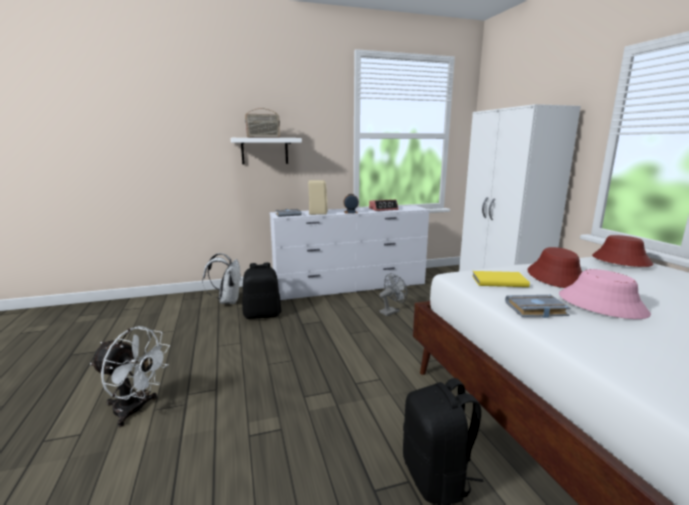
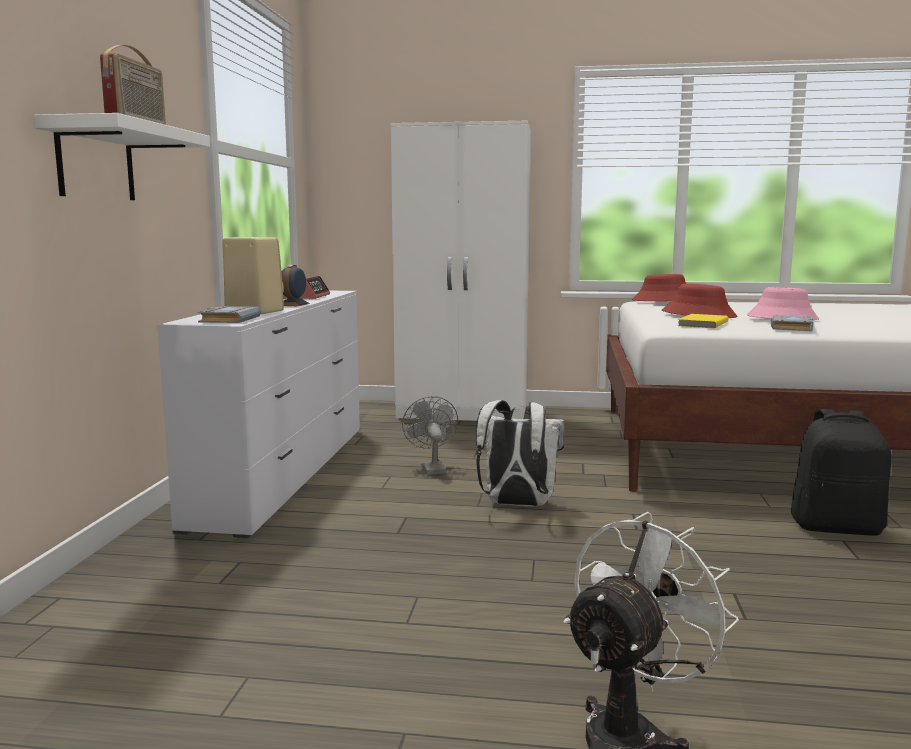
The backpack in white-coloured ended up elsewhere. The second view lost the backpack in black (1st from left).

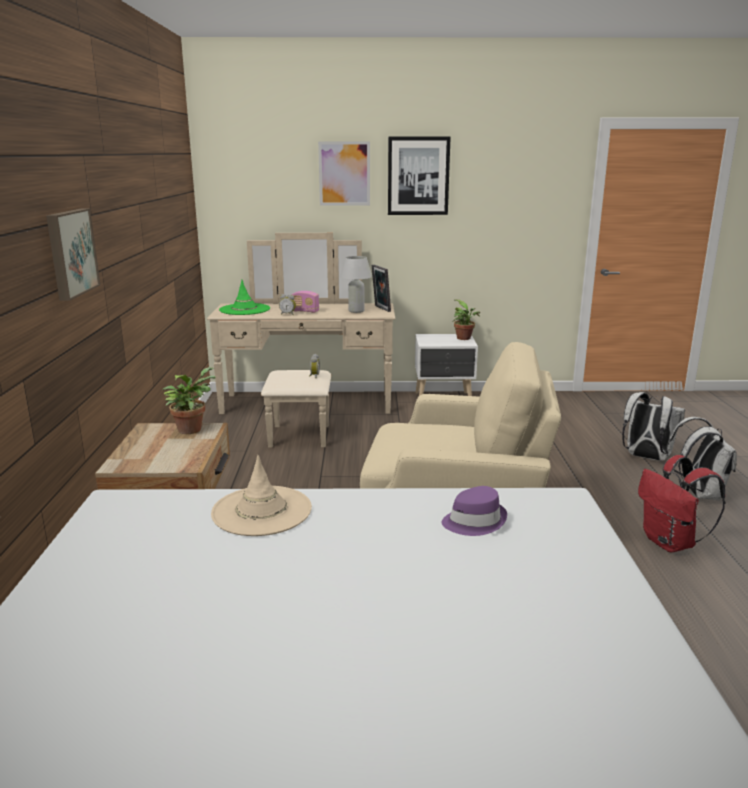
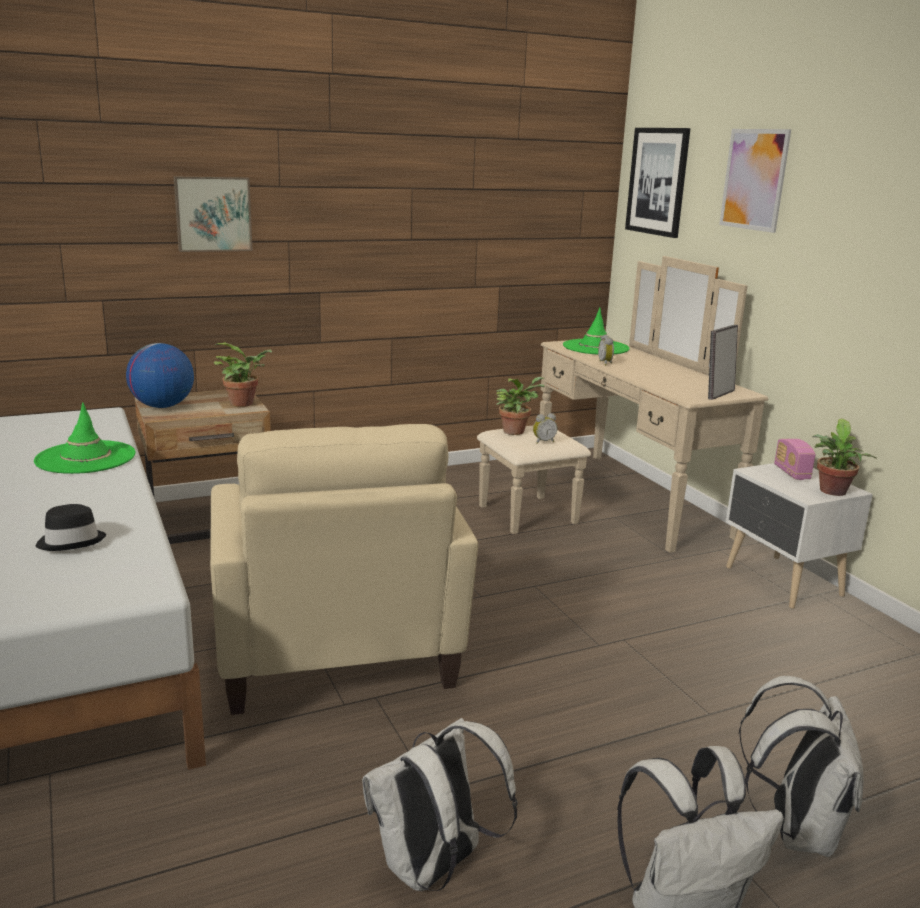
What was the clothing hat in sand-coloured turned into the clothing hat in green (1st from left). The radio receiver ended up elsewhere. The second view lost the table lamp in white-coloured. The wall art (3rd from left in the first image) ended up elsewhere. What was the clothing hat in purplish turned into the clothing hat in black. What was the backpack in reddish turned into the backpack in white-coloured (1st from left). The second view gained the globe. The second view gained the houseplant (2nd from left).

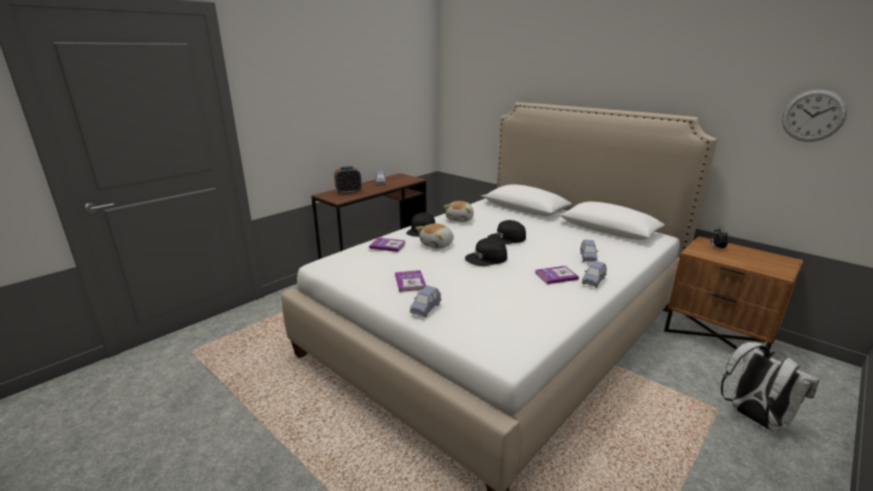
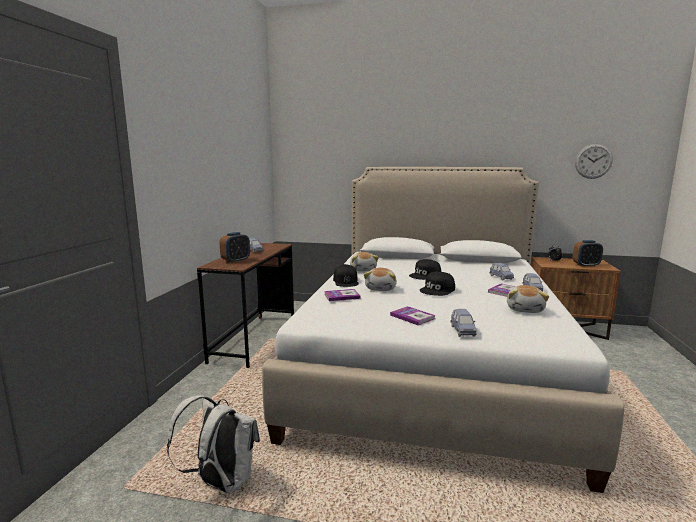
The backpack in white-coloured ended up elsewhere. The second view gained the cuddly toy (3rd from left). The second view gained the table clock (3rd from left).

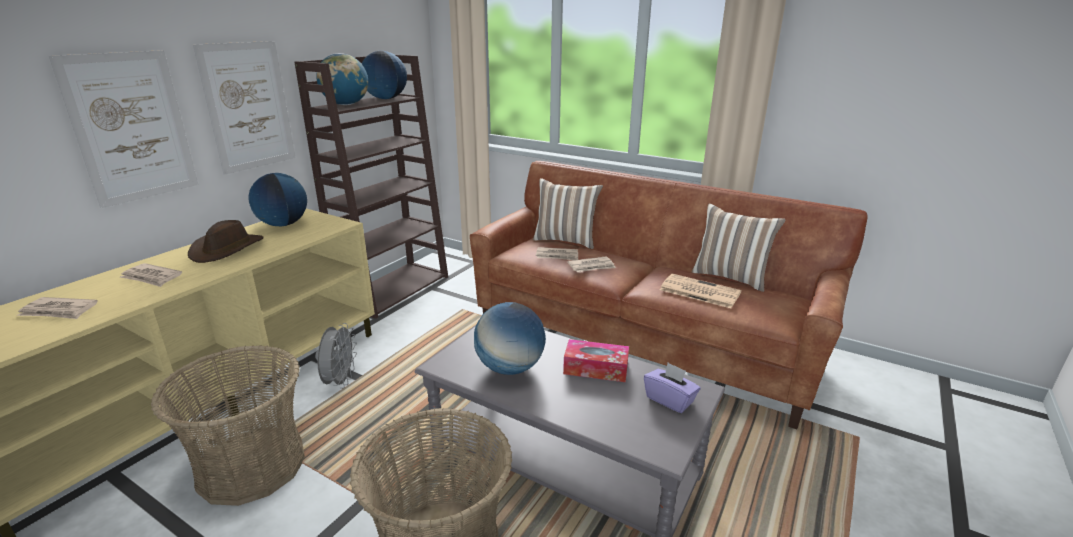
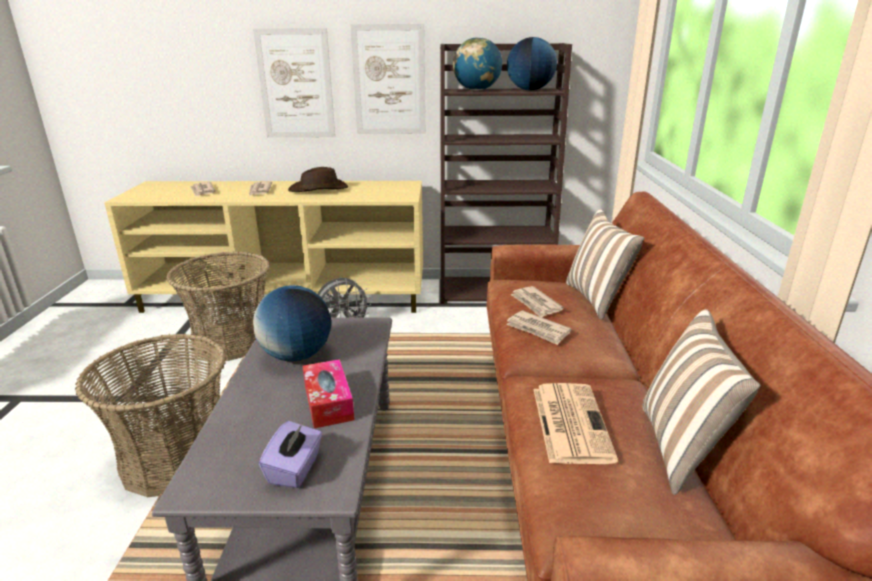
The second view lost the globe (1st from left).

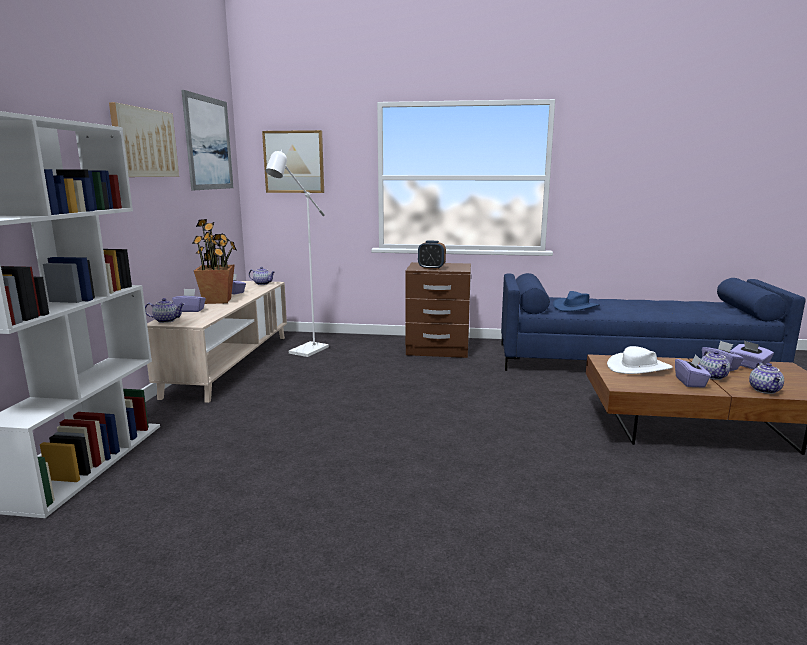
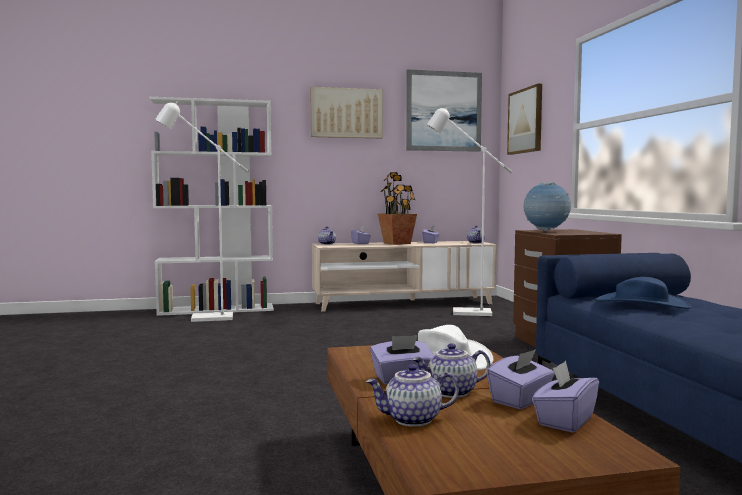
Where the table clock stood, the globe came to stand. The second view gained the floor lamp in white-coloured (1st from left).

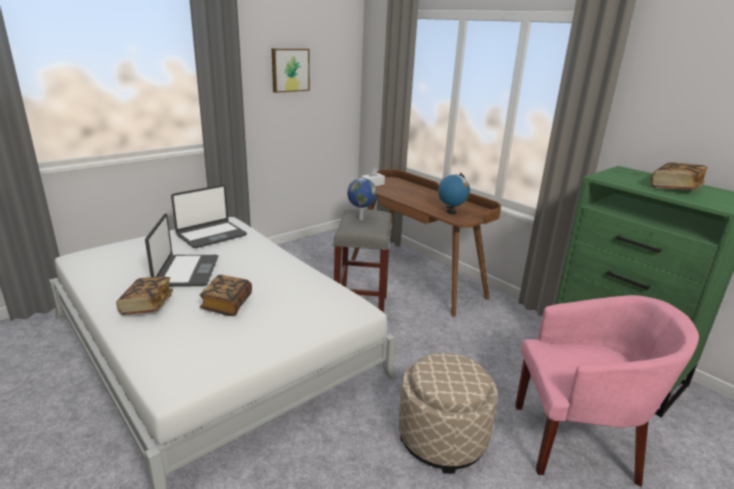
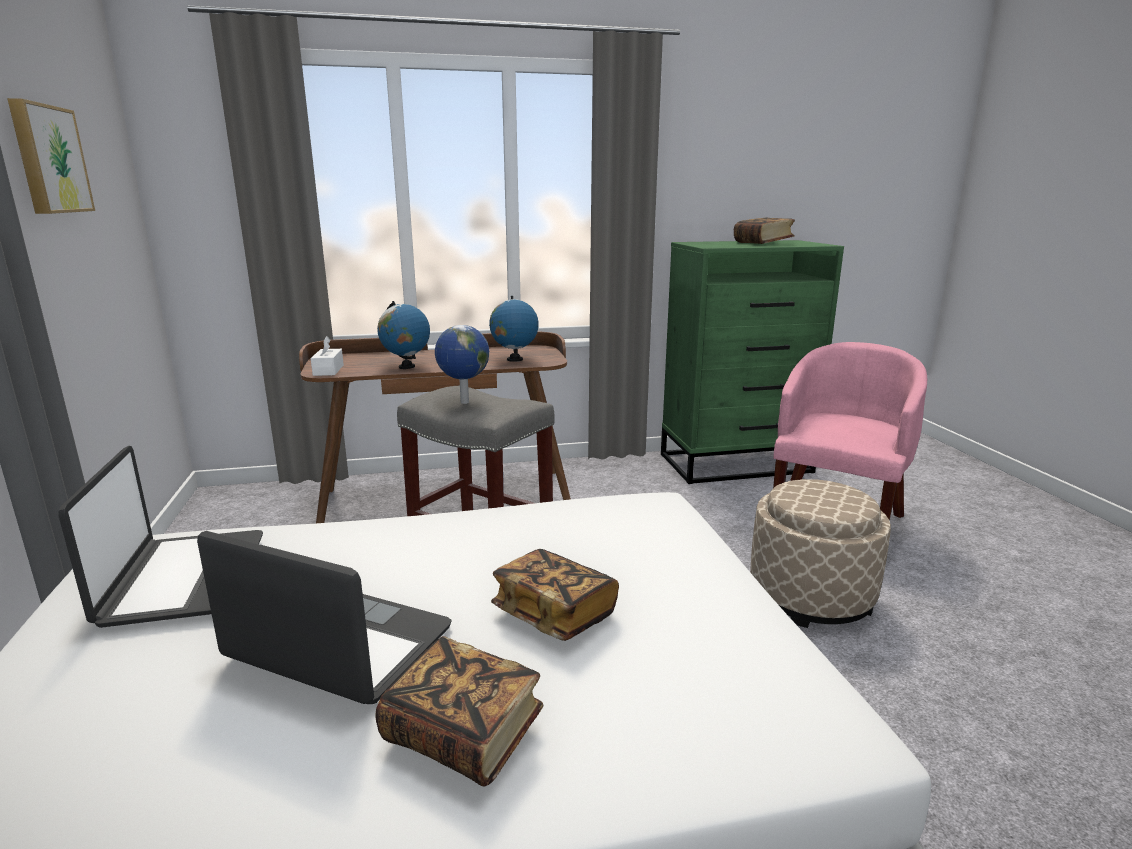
The second view gained the globe (1st from left).

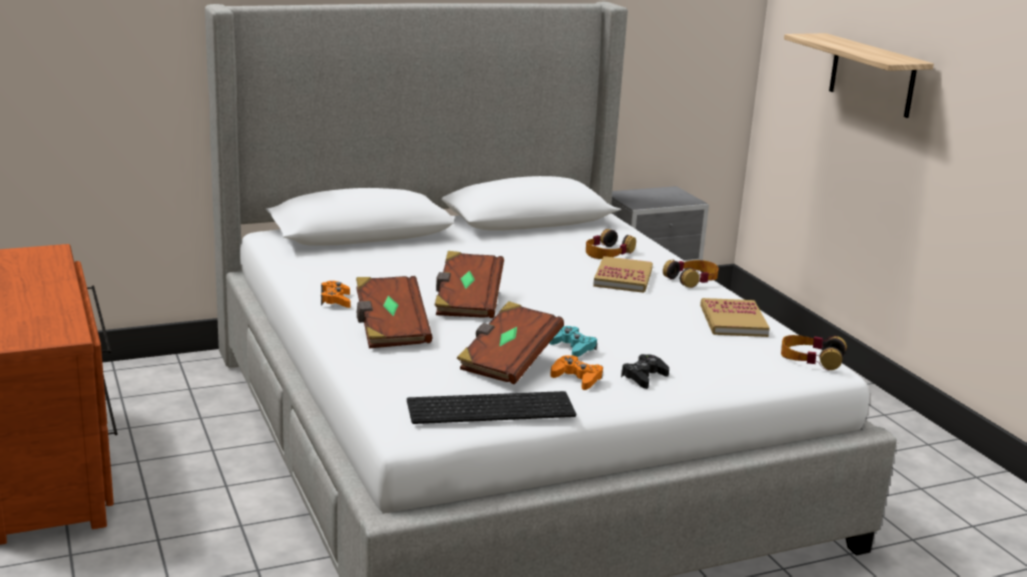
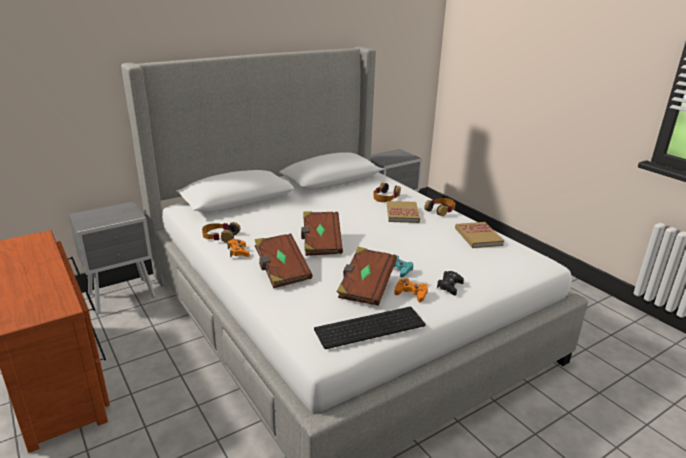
The headset (3rd from left in the first image) ended up elsewhere. The second view lost the bracket shelf. The second view gained the bedside table in gray (1st from left).

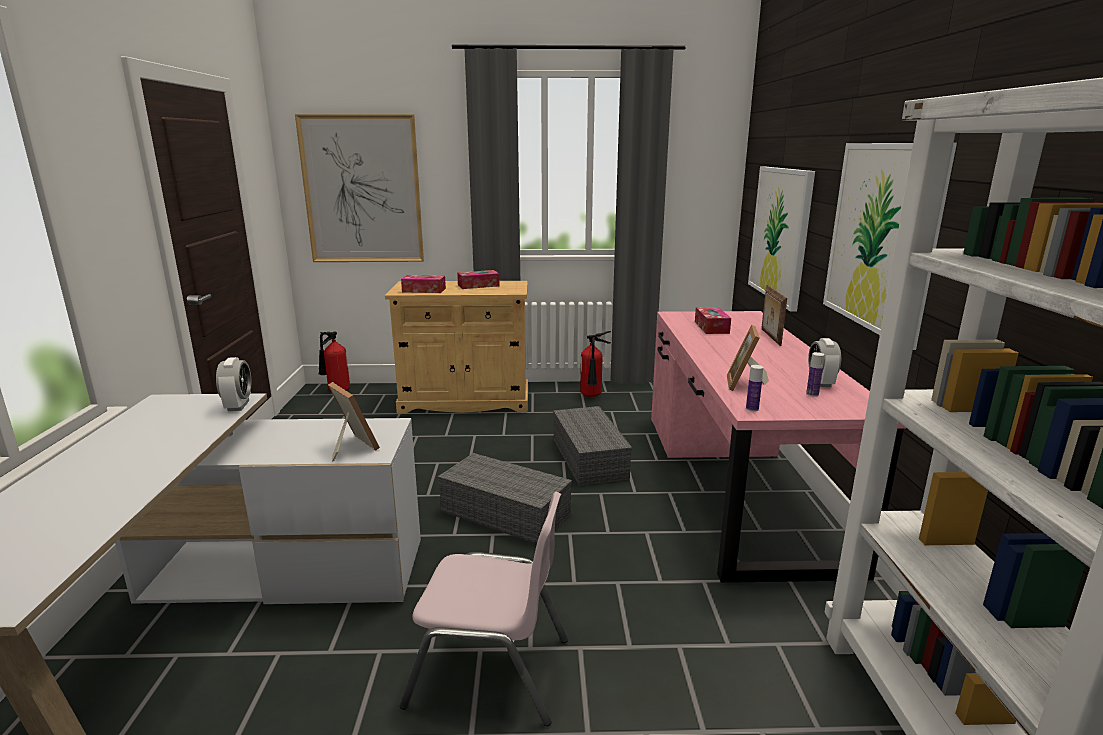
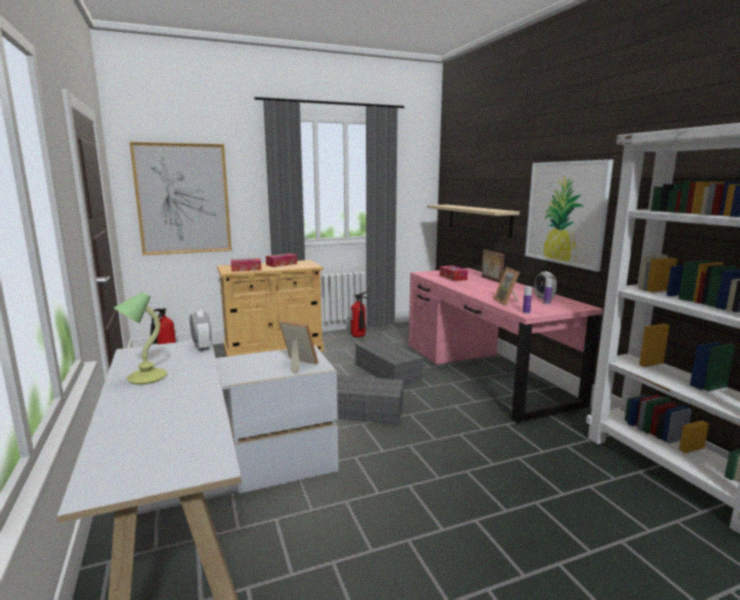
The second view lost the chair in pink-coloured. Where the wall art (2nd from left) hung, the bracket shelf in sand-coloured came to hang. The second view gained the table lamp.

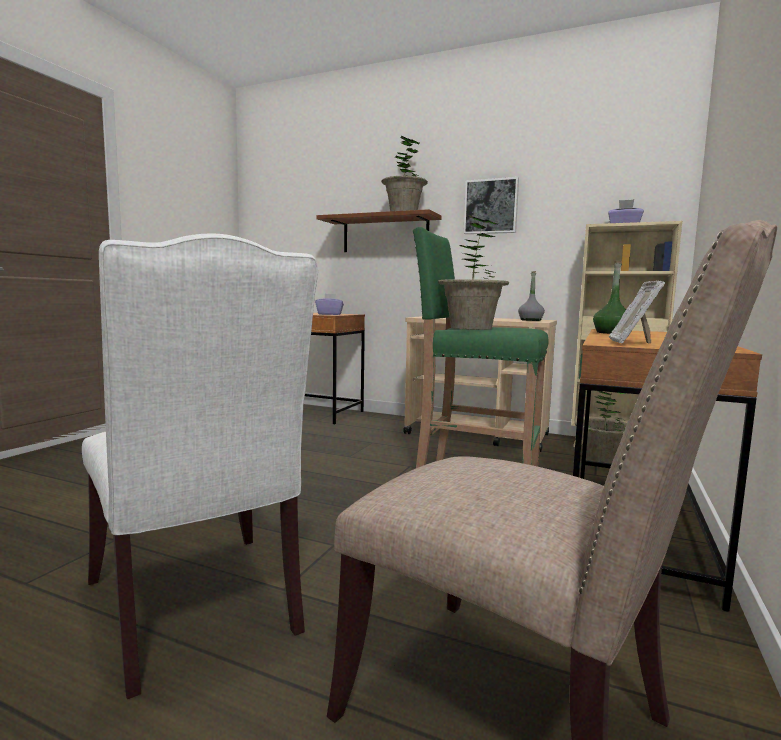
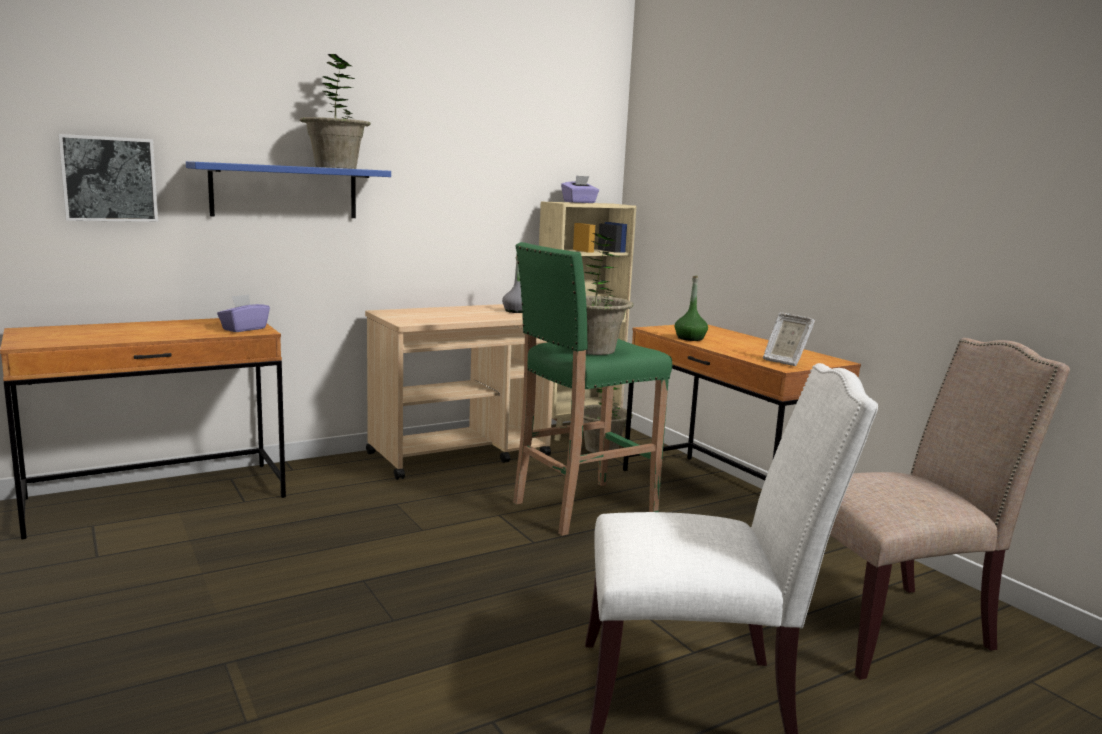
What was the bracket shelf in brownish turned into the bracket shelf in blue. The wall art ended up elsewhere.

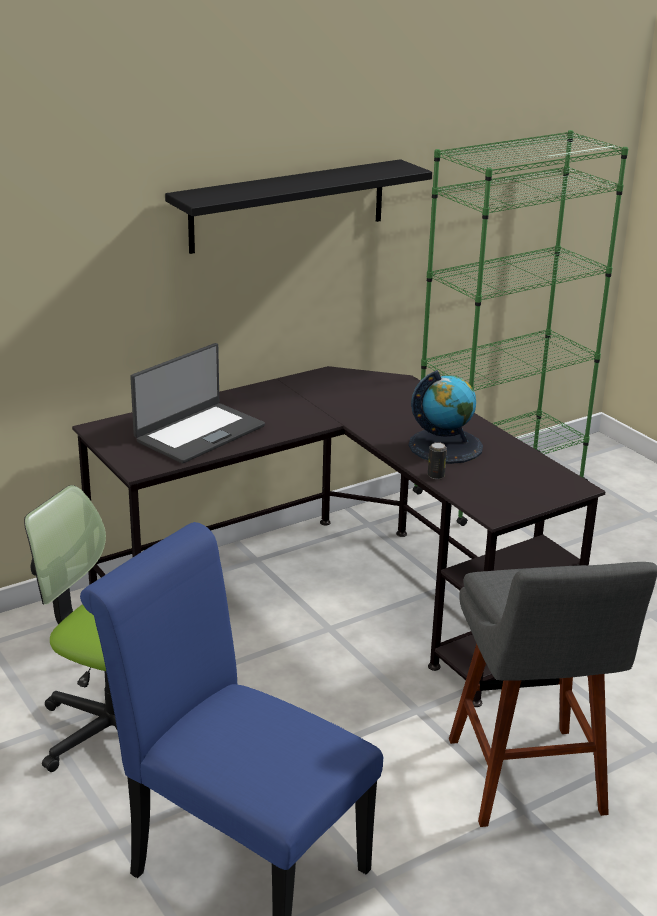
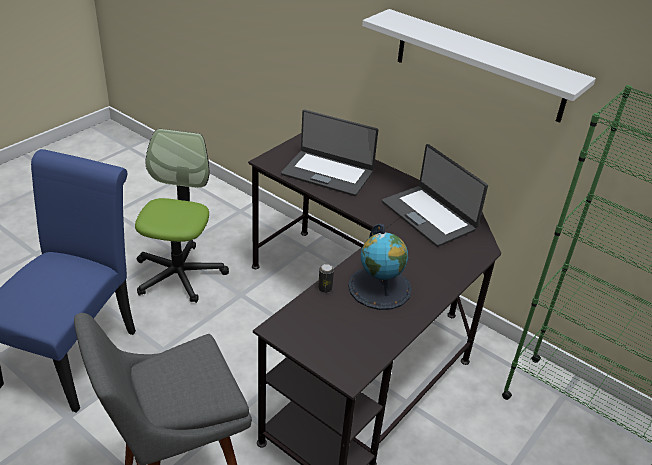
What was the bracket shelf in black turned into the bracket shelf in white-coloured. The second view gained the notebook computer (2nd from left).

